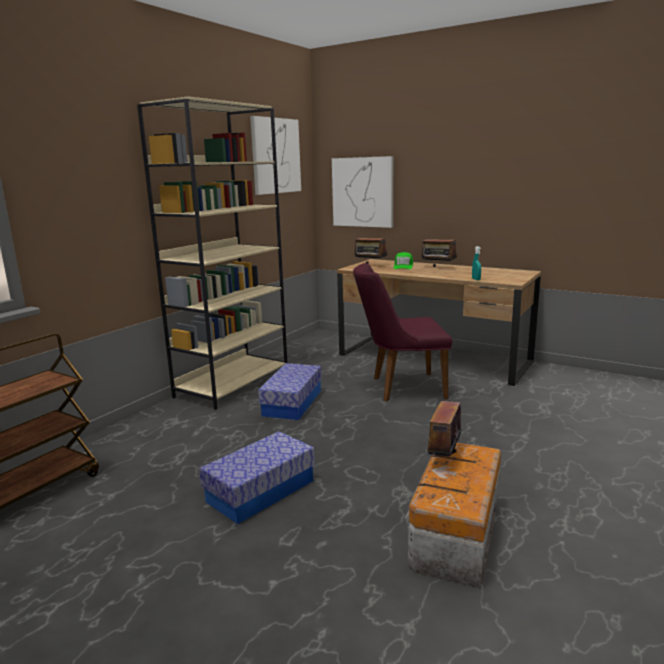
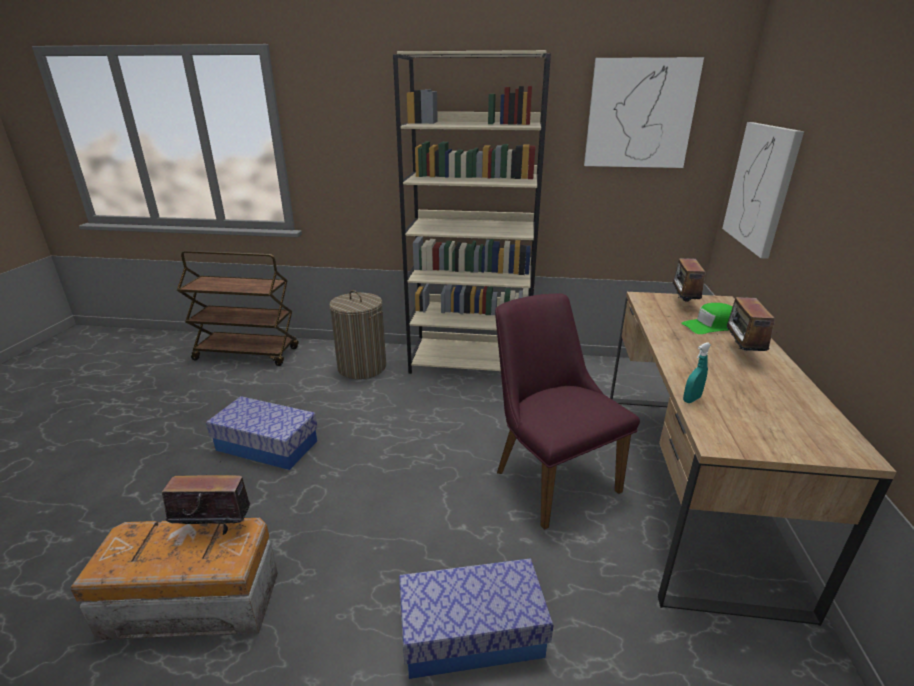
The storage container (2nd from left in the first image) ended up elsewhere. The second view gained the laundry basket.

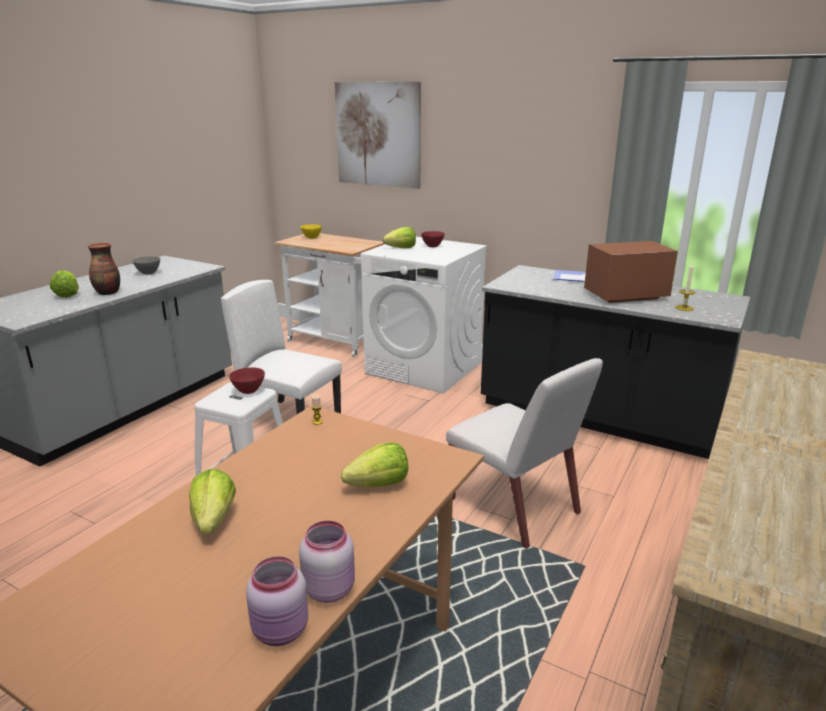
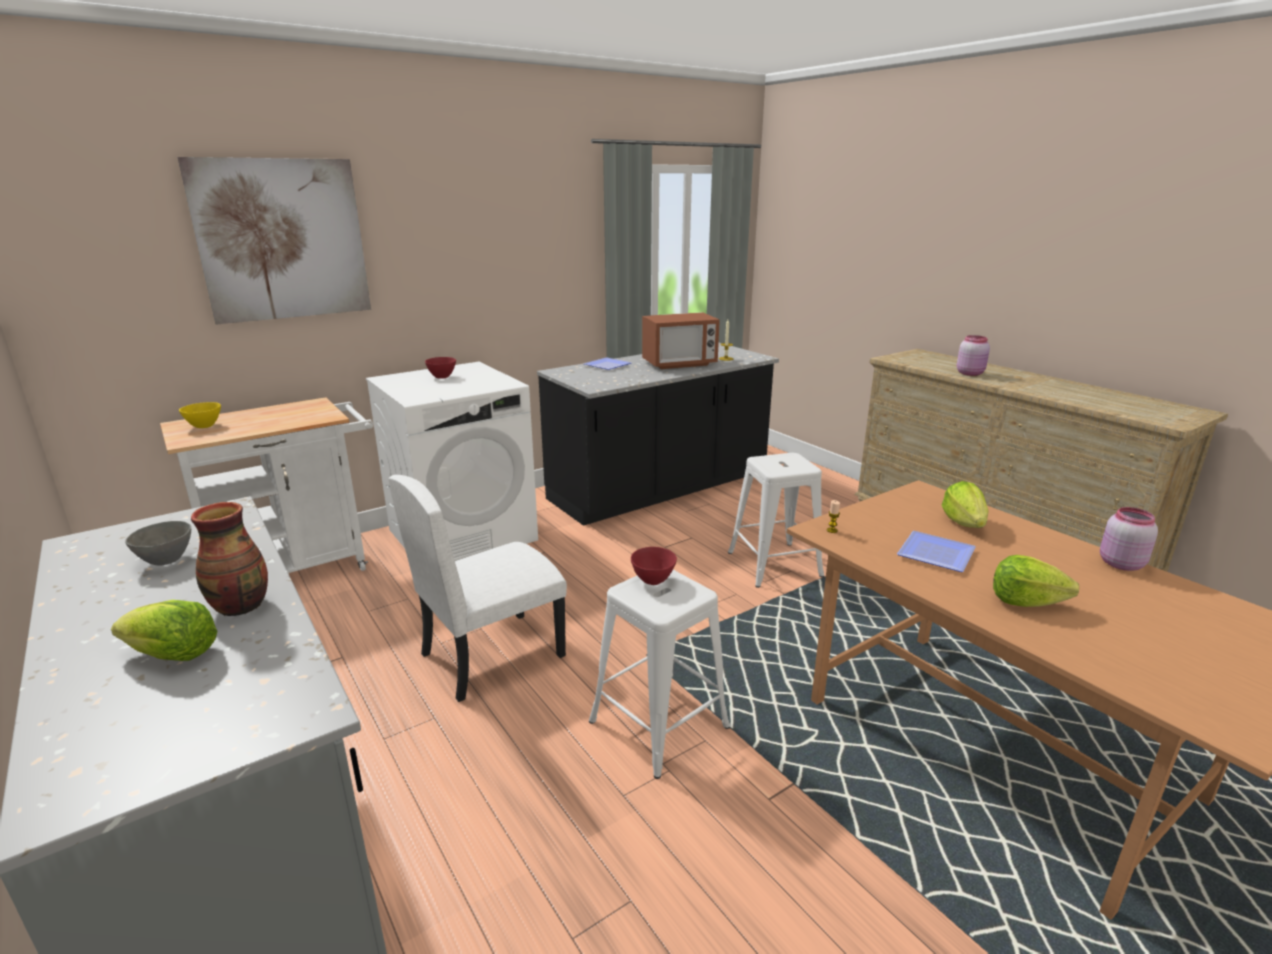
The jar in pink-coloured (1st from left) ended up elsewhere. The second view lost the lettuce (4th from left). Where the chair in white-coloured (2nd from left) stood, the sitting stool in white-coloured (2nd from left) came to stand. The microwave oven ended up facing another way, 120 degrees counterclockwise from before. The second view gained the flat dish (2nd from left).

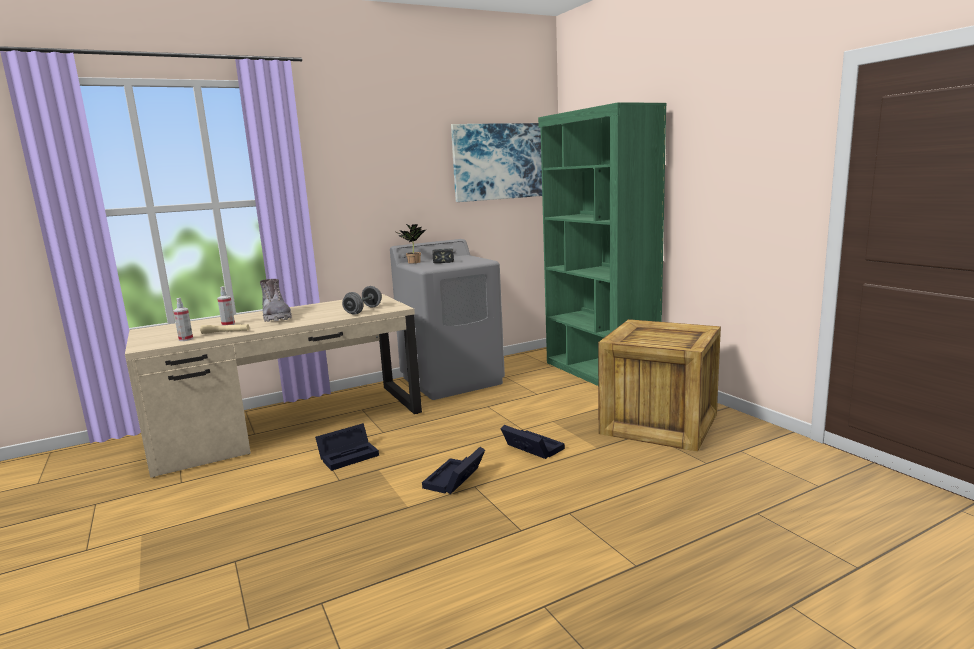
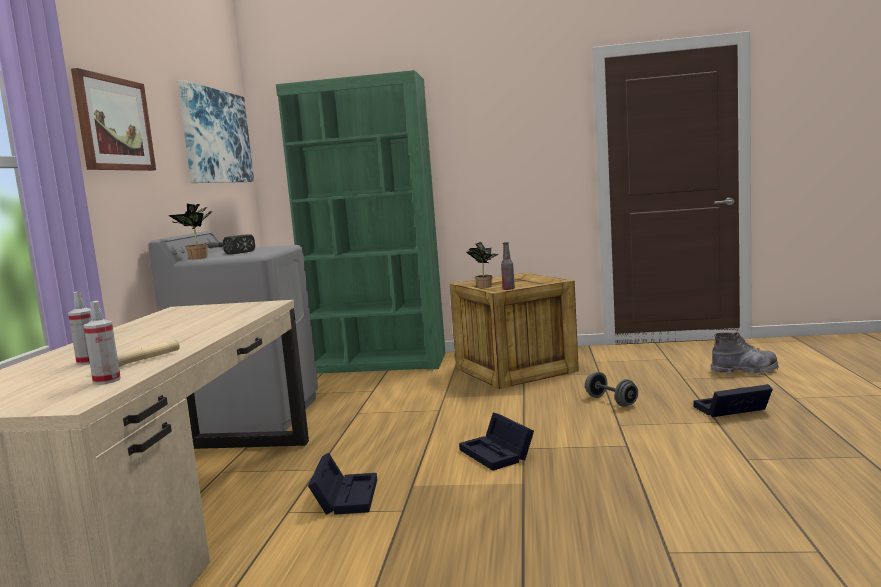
The high-top boot in gray ended up elsewhere. The free weight in gray ended up elsewhere. The storage container in black (3rd from left) ended up elsewhere. The second view gained the wall art (1st from left). The second view gained the houseplant (2nd from left). The second view gained the drink bottle.

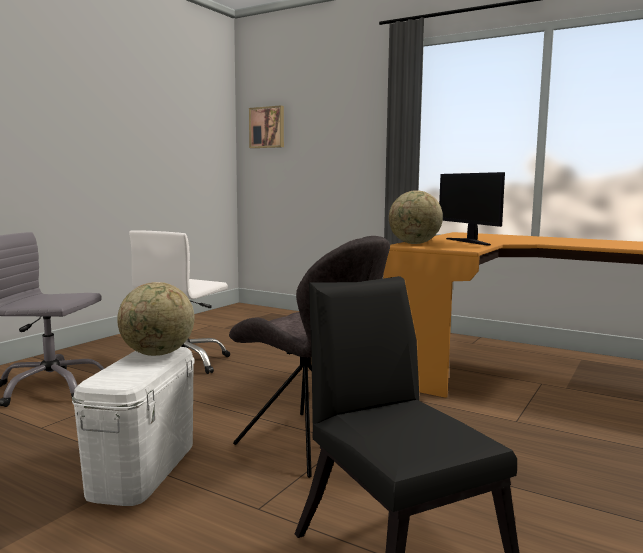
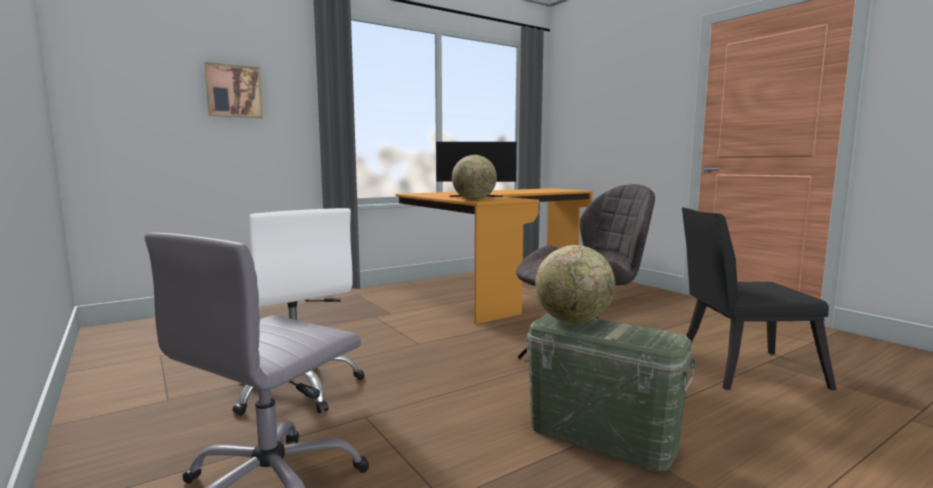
What was the storage container in white-coloured turned into the storage container in green. The wall art ended up elsewhere.

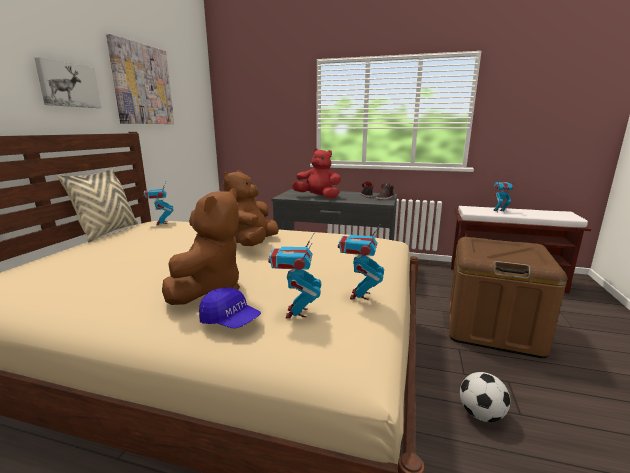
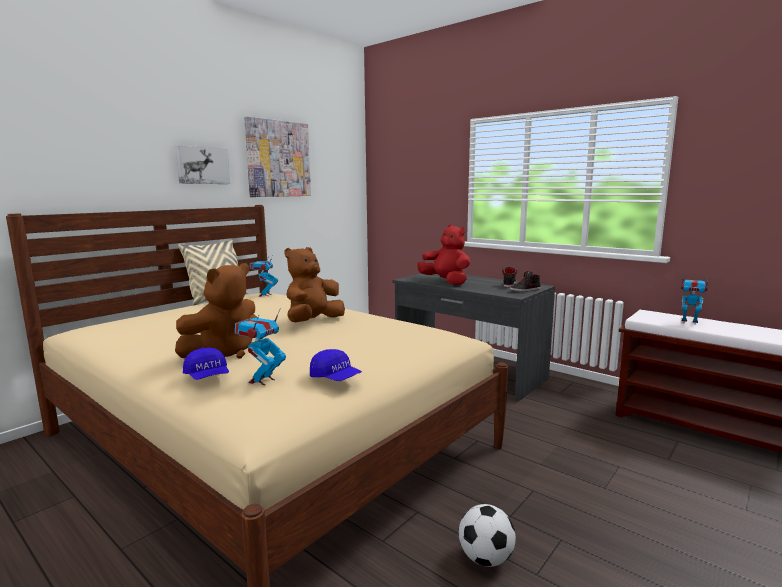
Where the model robot (3rd from left) stood, the peaked cap in blue (2nd from left) came to stand. The second view lost the storage container in brownish.

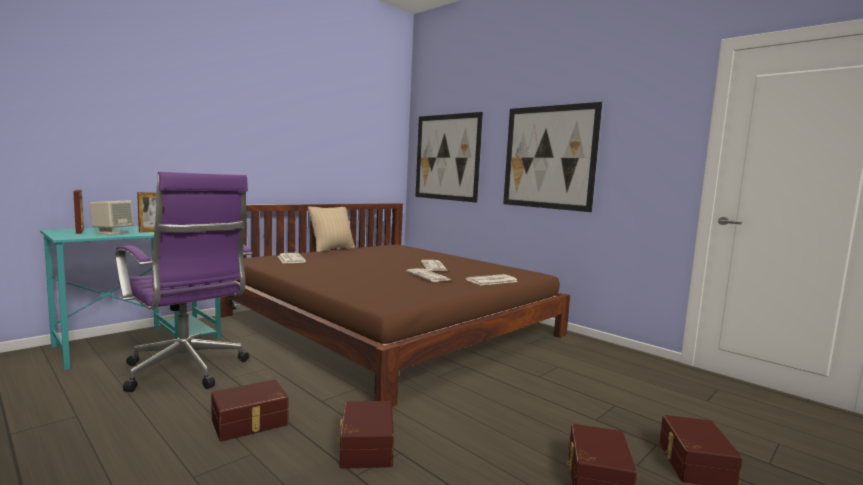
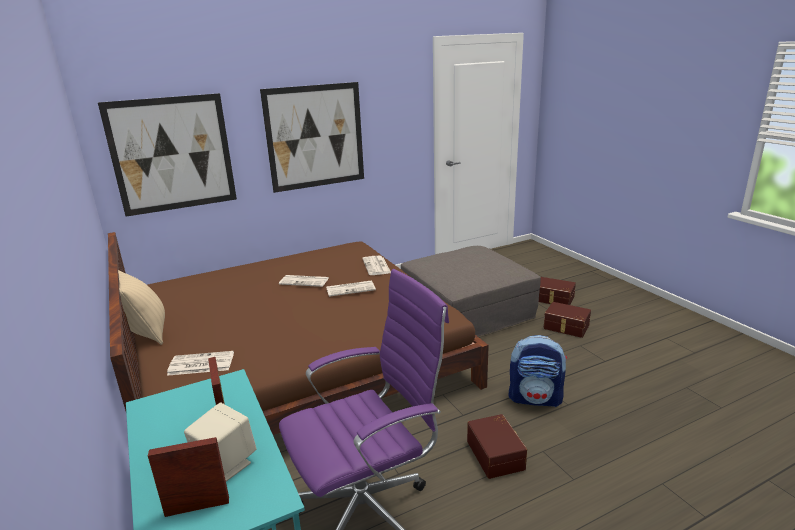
Where the storage container in brownish (2nd from left) stood, the backpack came to stand. The second view gained the ottoman in gray.

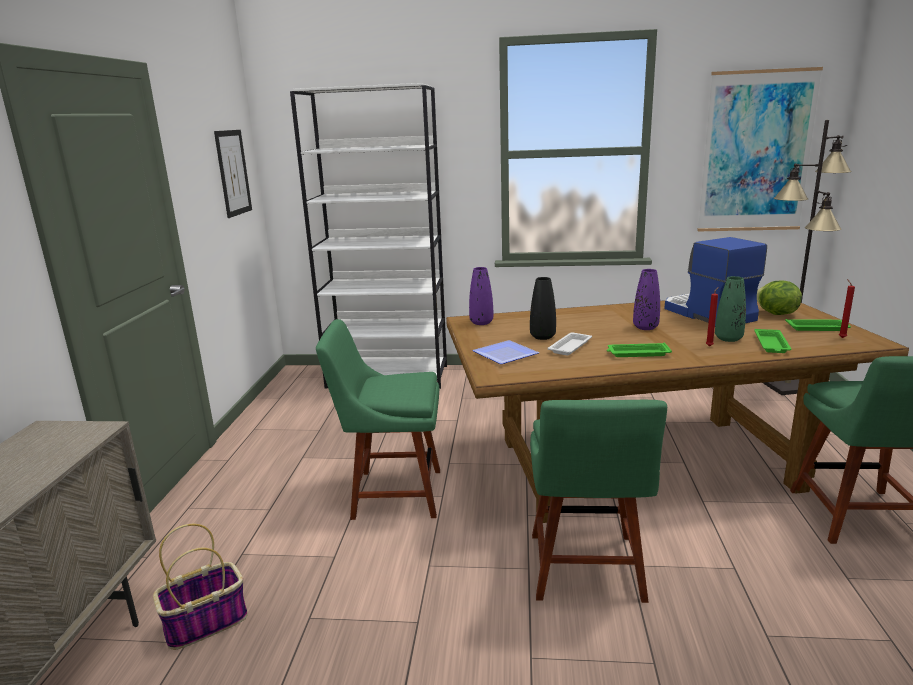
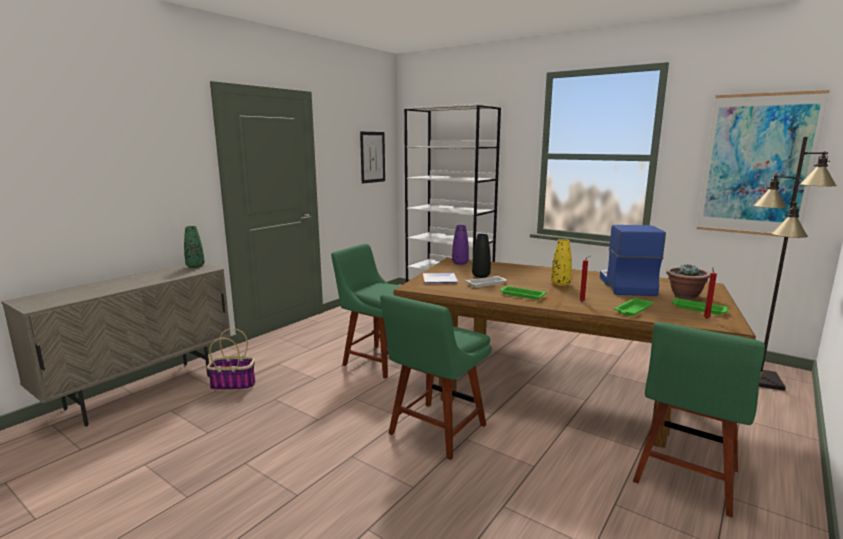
What was the decorative vase in purplish (2nd from left) turned into the decorative vase in yellow-coloured. The decorative vase in green ended up elsewhere. Where the lettuce stood, the houseplant came to stand.

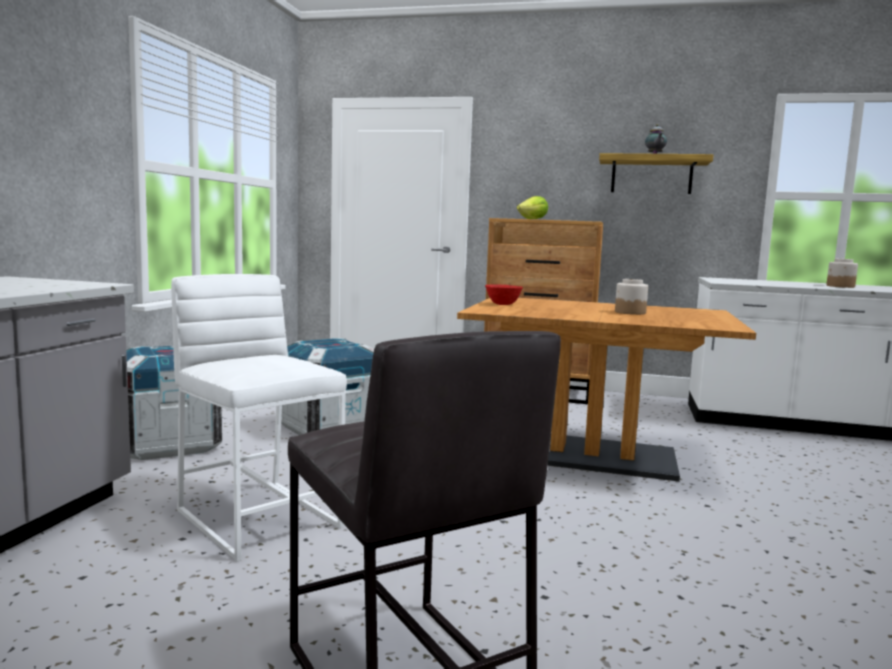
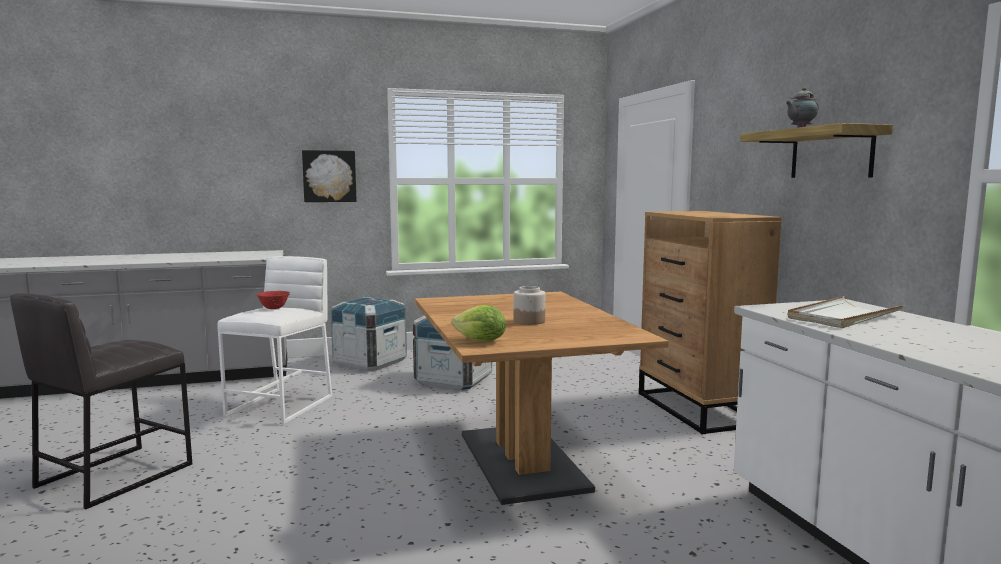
The deep dish in reddish ended up elsewhere. The lettuce ended up elsewhere. The second view lost the jar (2nd from left). The second view gained the wall art. The second view gained the tray in white-coloured.

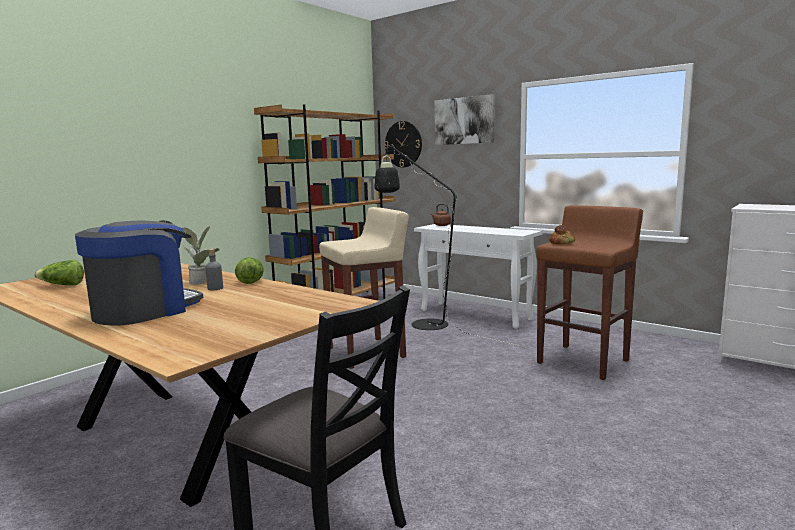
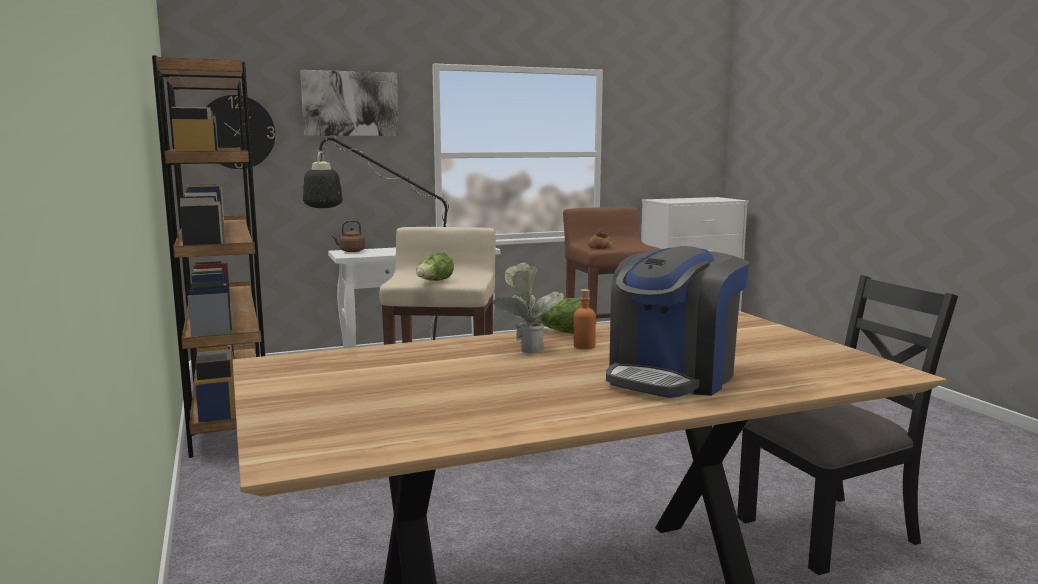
The lettuce (1st from left) ended up elsewhere. The coffee brewer ended up facing another way, 120 degrees counterclockwise from before. What was the drink bottle in gray turned into the drink bottle in orange-coloured.

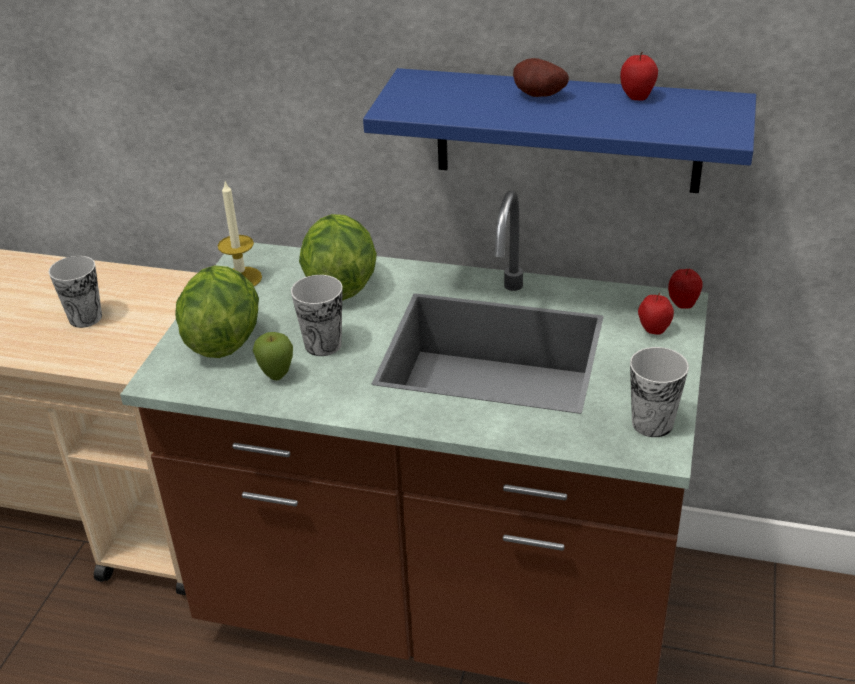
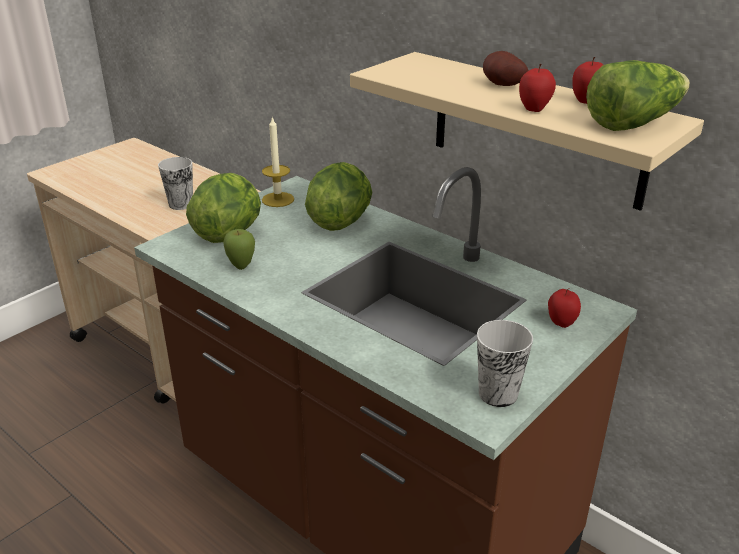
The second view lost the small cup (2nd from left). What was the bracket shelf in blue turned into the bracket shelf in sand-coloured. The apple fruit (4th from left in the first image) ended up elsewhere. The second view gained the lettuce (3rd from left).

